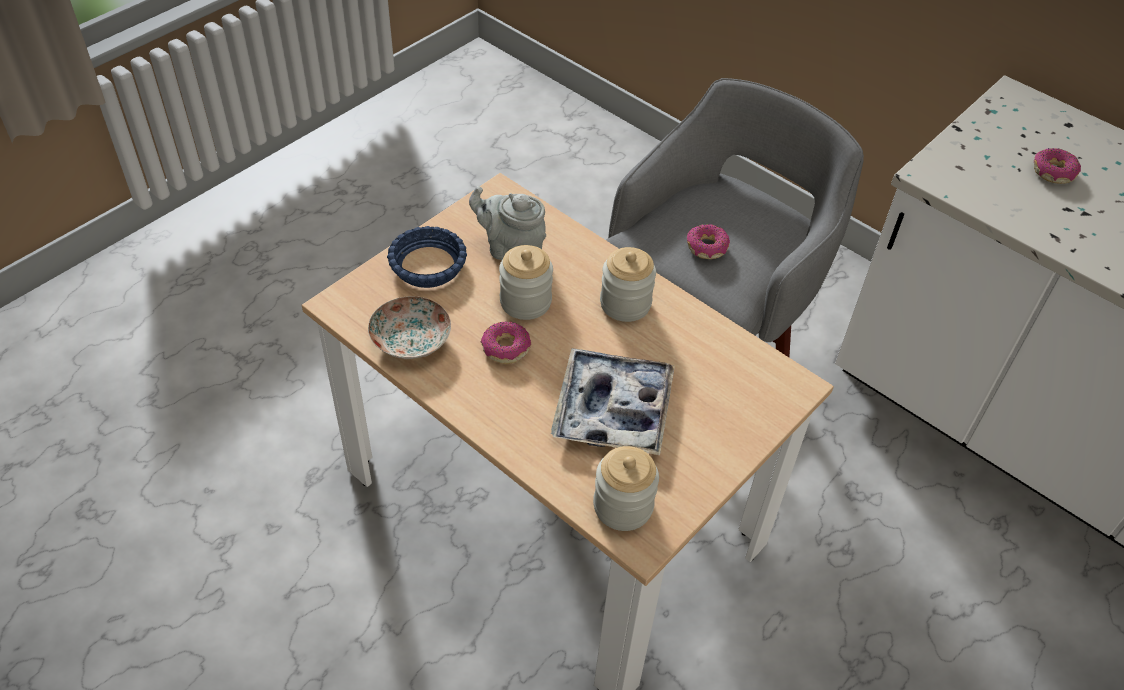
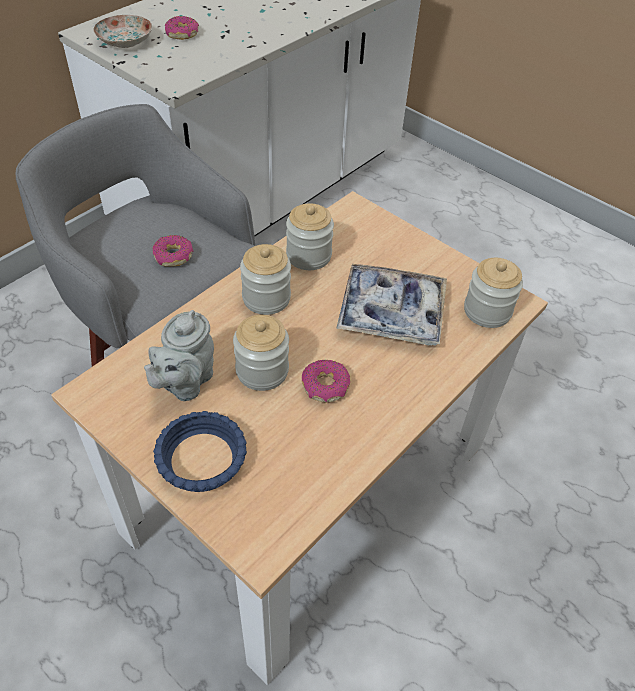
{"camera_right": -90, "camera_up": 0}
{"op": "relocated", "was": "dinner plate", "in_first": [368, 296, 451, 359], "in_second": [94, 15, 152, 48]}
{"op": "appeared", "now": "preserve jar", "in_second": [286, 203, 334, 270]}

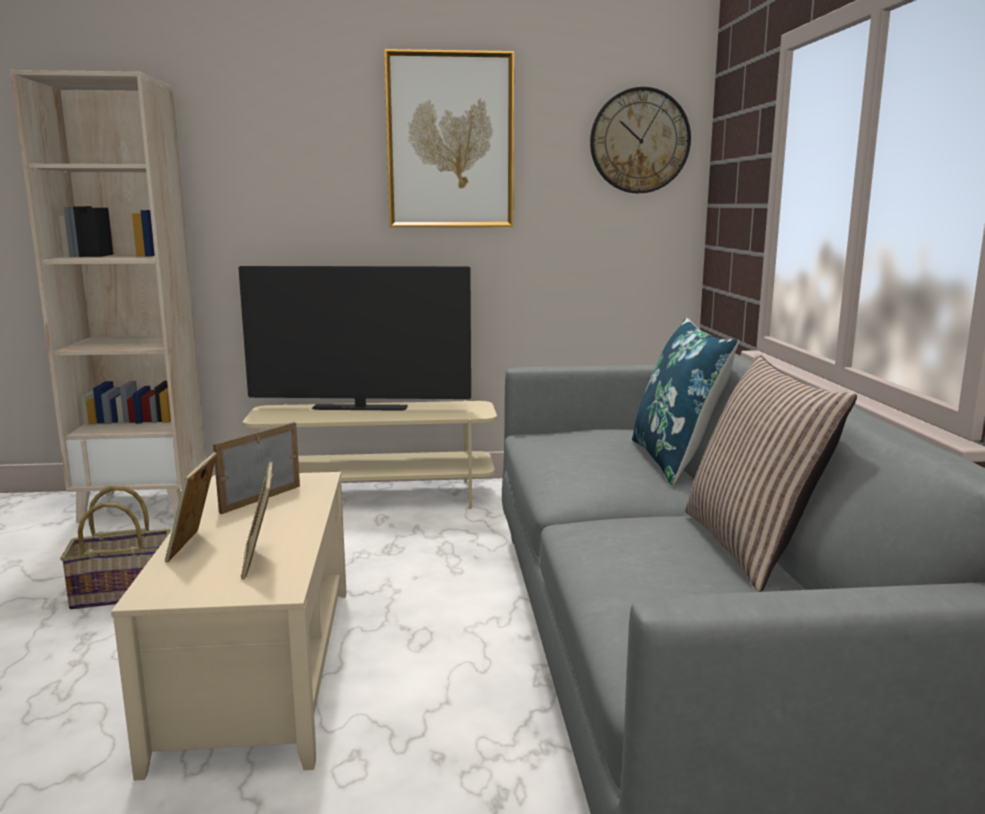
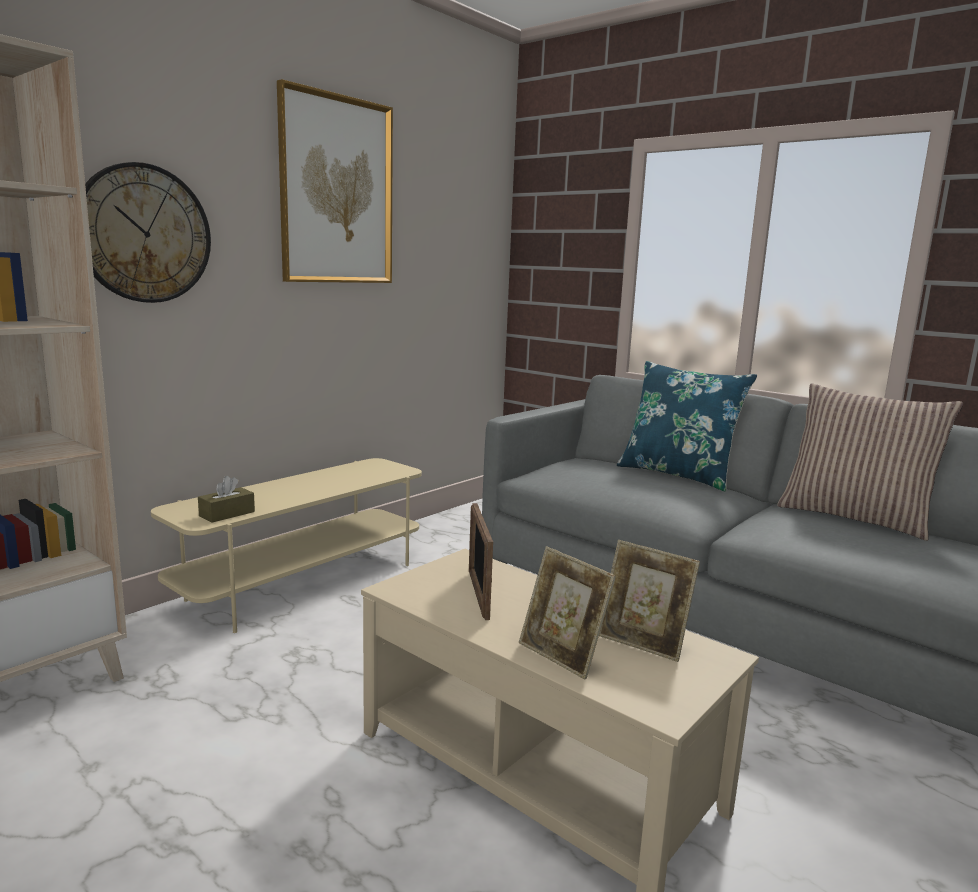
{"camera_right": -45, "camera_up": 0}
{"op": "relocated", "was": "hanging clock", "in_first": [590, 87, 691, 193], "in_second": [85, 162, 211, 303]}
{"op": "appeared", "now": "tissue box/brown", "in_second": [198, 476, 255, 523]}
{"op": "missing", "was": "basket", "in_first": [60, 486, 171, 609]}
{"op": "missing", "was": "TV set", "in_first": [238, 266, 471, 411]}

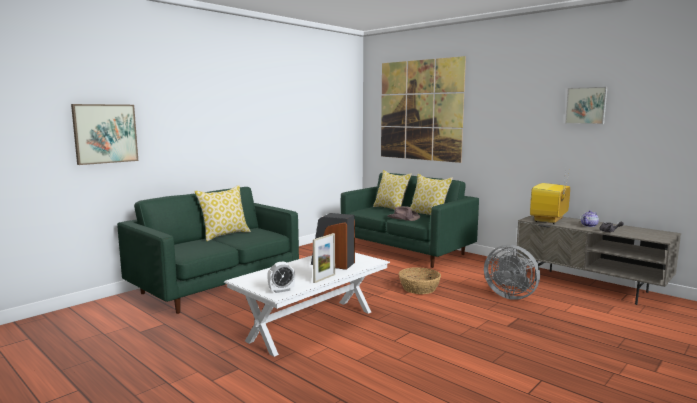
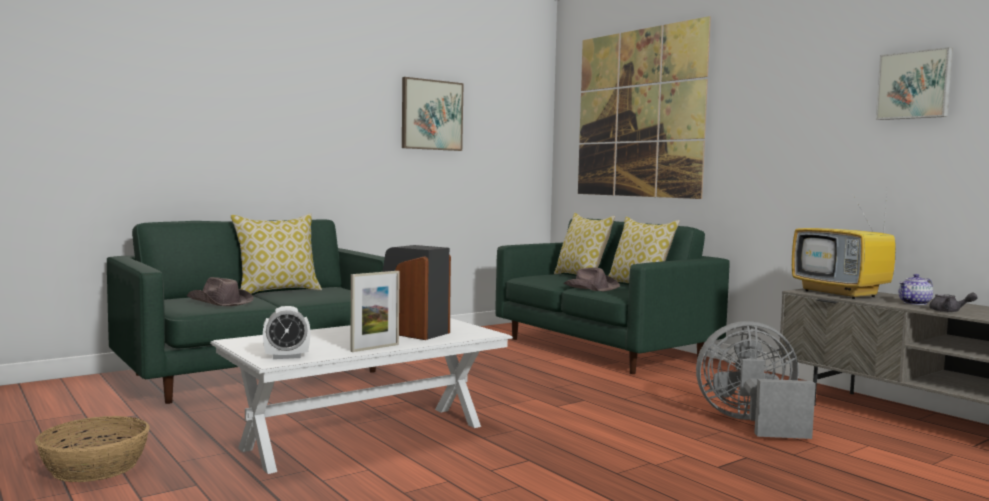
{"camera_right": 10, "camera_up": -5}
{"op": "relocated", "was": "basket", "in_first": [399, 267, 441, 294], "in_second": [35, 416, 150, 482]}
{"op": "appeared", "now": "wearable hat/brown", "in_second": [187, 277, 253, 306]}
{"op": "relocated", "was": "picture", "in_first": [71, 104, 138, 165], "in_second": [402, 77, 464, 151]}
{"op": "spun", "was": "electric fan/gray", "in_first": [484, 245, 540, 300], "in_second": [696, 321, 816, 439], "clockwise": 135}
{"op": "spun", "was": "TV set", "in_first": [530, 168, 570, 224], "in_second": [792, 192, 896, 299], "clockwise": -75}

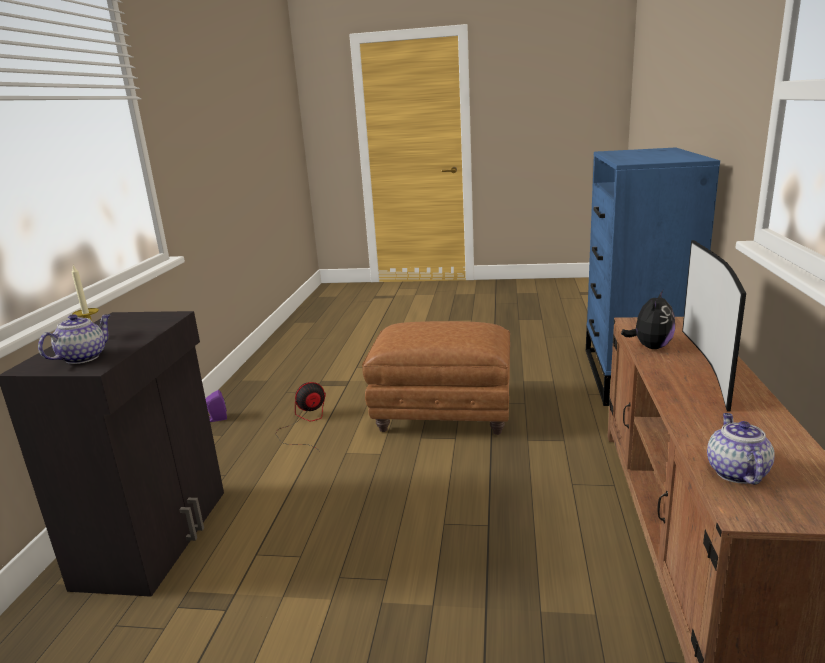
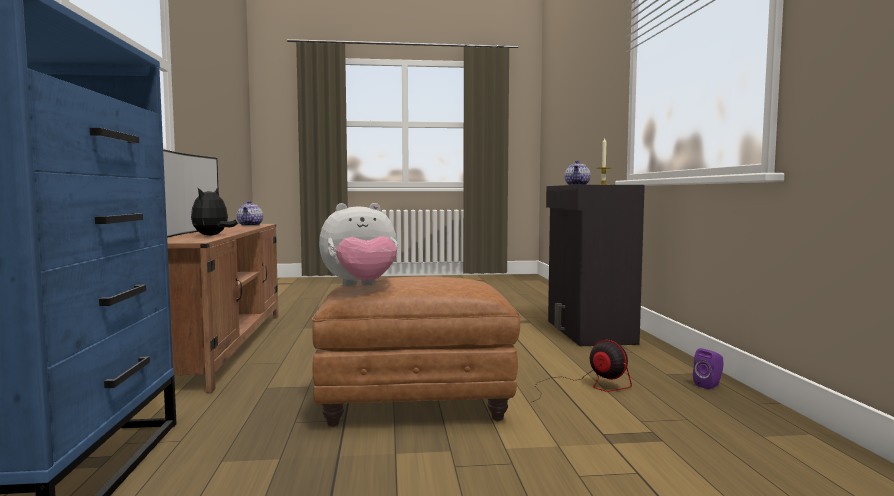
{"camera_right": 165, "camera_up": -15}
{"op": "appeared", "now": "cuddly toy", "in_second": [319, 203, 398, 286]}
{"op": "spun", "was": "electric fan", "in_first": [276, 382, 326, 452], "in_second": [530, 340, 632, 403], "clockwise": -90}

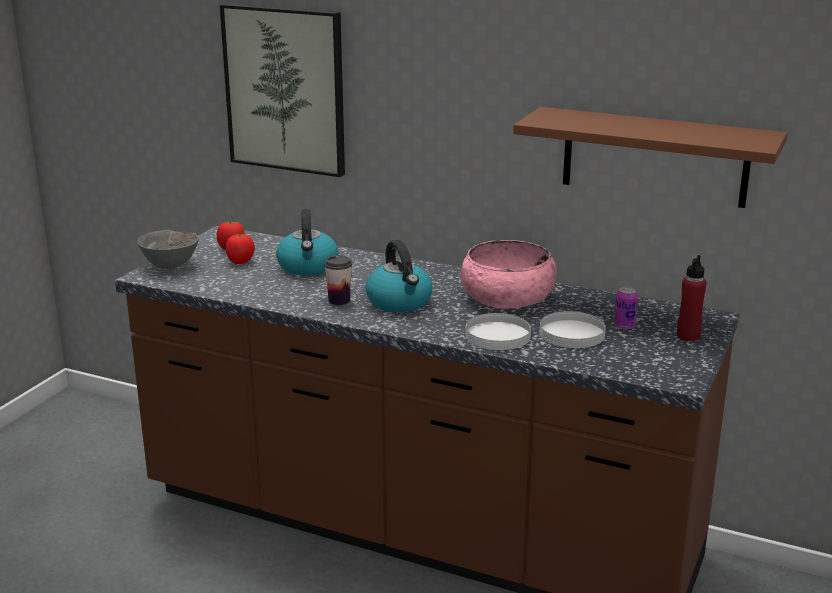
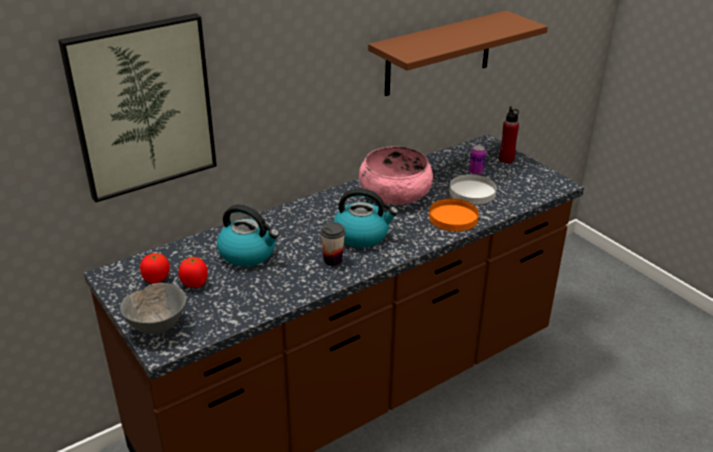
{"camera_right": -60, "camera_up": 10}
{"op": "colour", "was": "dinner plate/white-coloured", "now": "dinner plate/orange", "in_first": [465, 313, 531, 350], "in_second": [429, 199, 479, 231]}

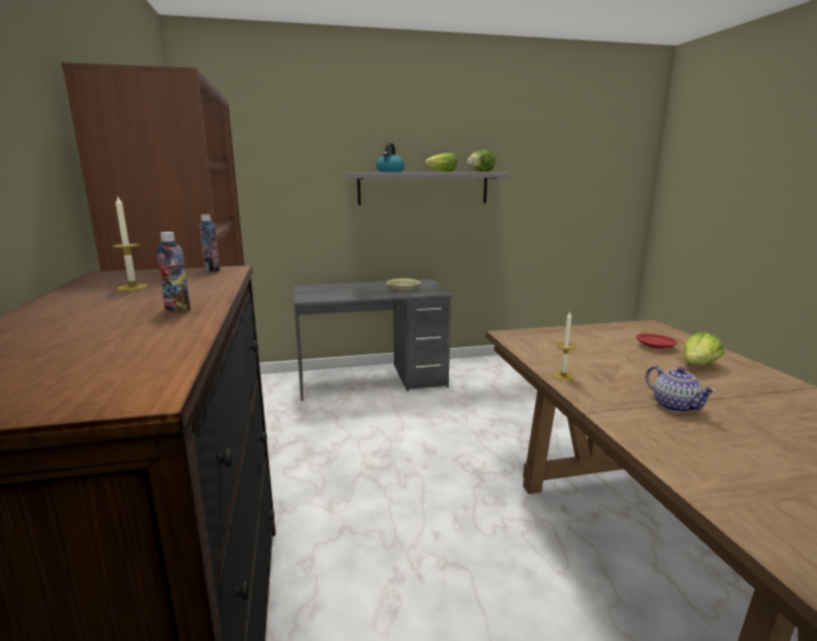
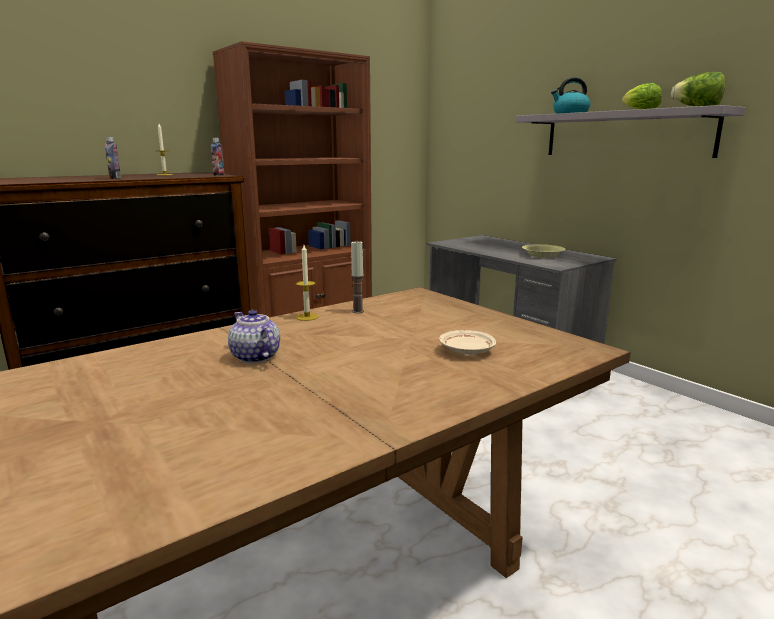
{"camera_right": 65, "camera_up": 0}
{"op": "spun", "was": "teapot", "in_first": [646, 366, 716, 413], "in_second": [228, 310, 280, 363], "clockwise": 105}
{"op": "appeared", "now": "candle", "in_second": [351, 240, 364, 313]}
{"op": "colour", "was": "dinner plate/red", "now": "dinner plate/beige", "in_first": [636, 333, 678, 349], "in_second": [439, 330, 496, 355]}
{"op": "missing", "was": "lettuce head", "in_first": [682, 332, 724, 366]}

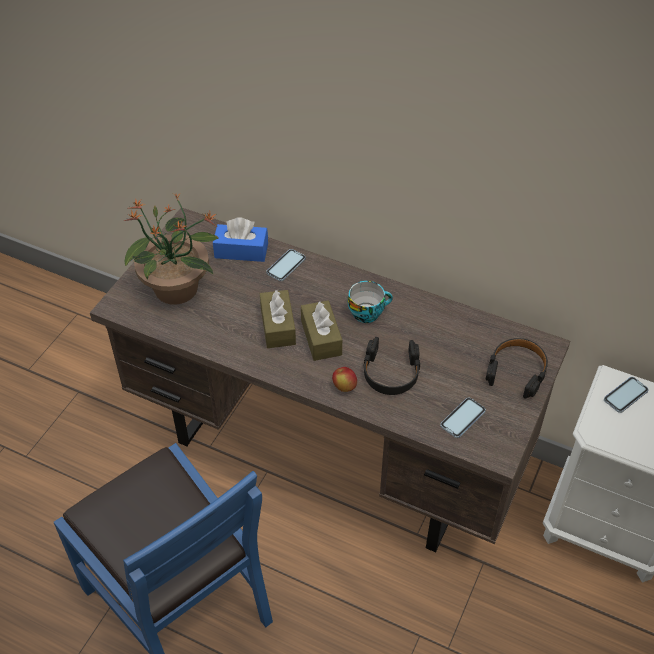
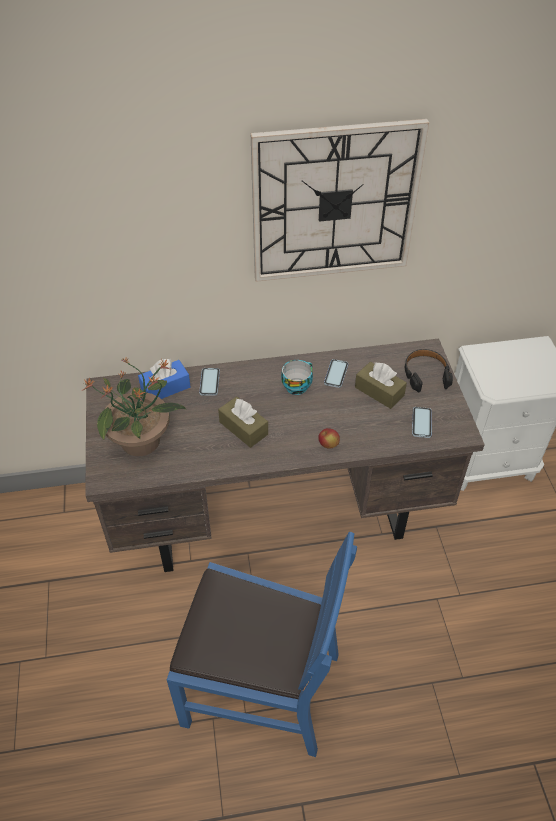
{"camera_right": -35, "camera_up": 0}
{"op": "appeared", "now": "hanging clock", "in_second": [250, 119, 429, 282]}
{"op": "relocated", "was": "telephone", "in_first": [604, 377, 649, 413], "in_second": [324, 359, 348, 388]}
{"op": "relocated", "was": "tissue box/brown", "in_first": [301, 300, 342, 361], "in_second": [355, 362, 407, 409]}
{"op": "missing", "was": "headset/black-coloured", "in_first": [363, 337, 420, 395]}

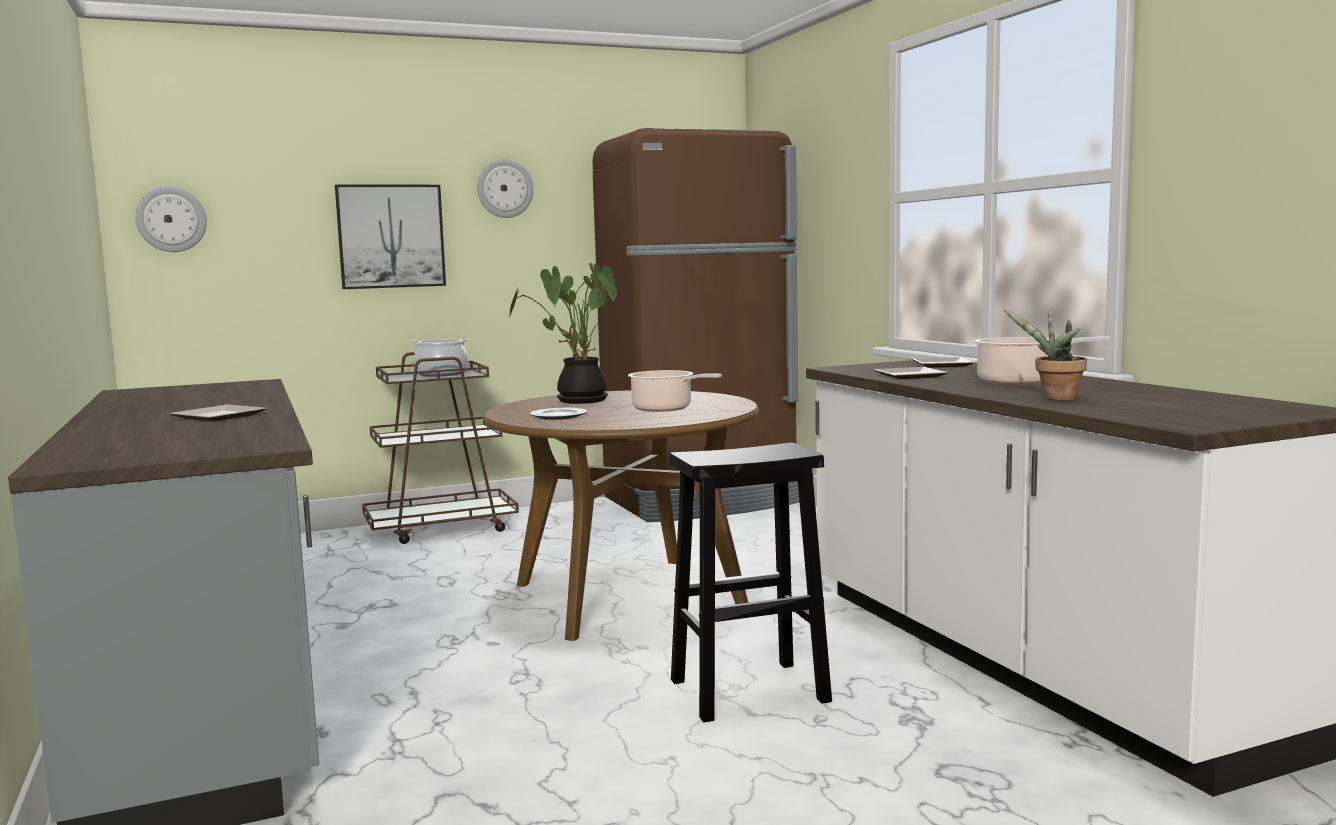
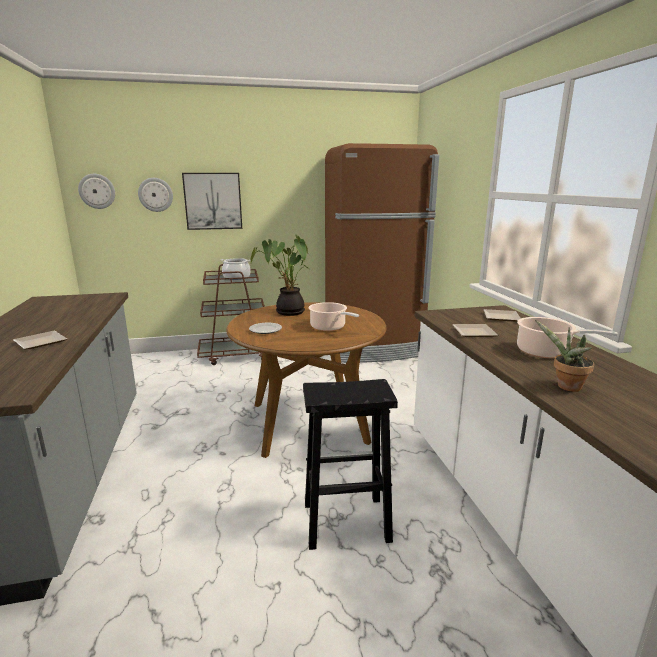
{"camera_right": 10, "camera_up": 10}
{"op": "relocated", "was": "hanging clock", "in_first": [477, 159, 534, 218], "in_second": [138, 178, 173, 212]}

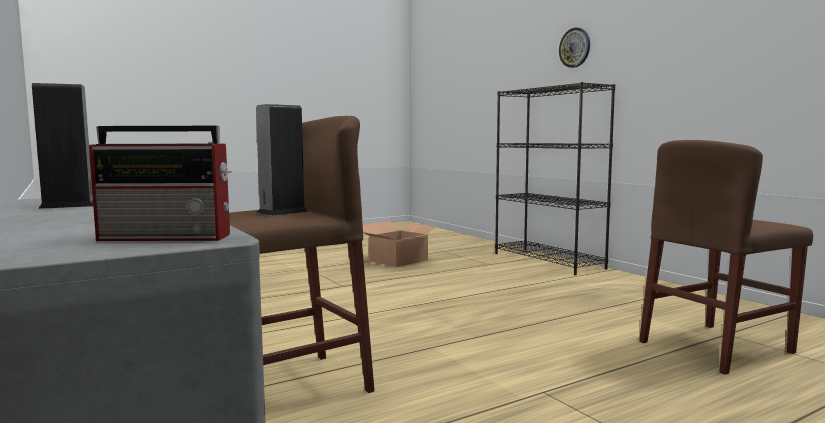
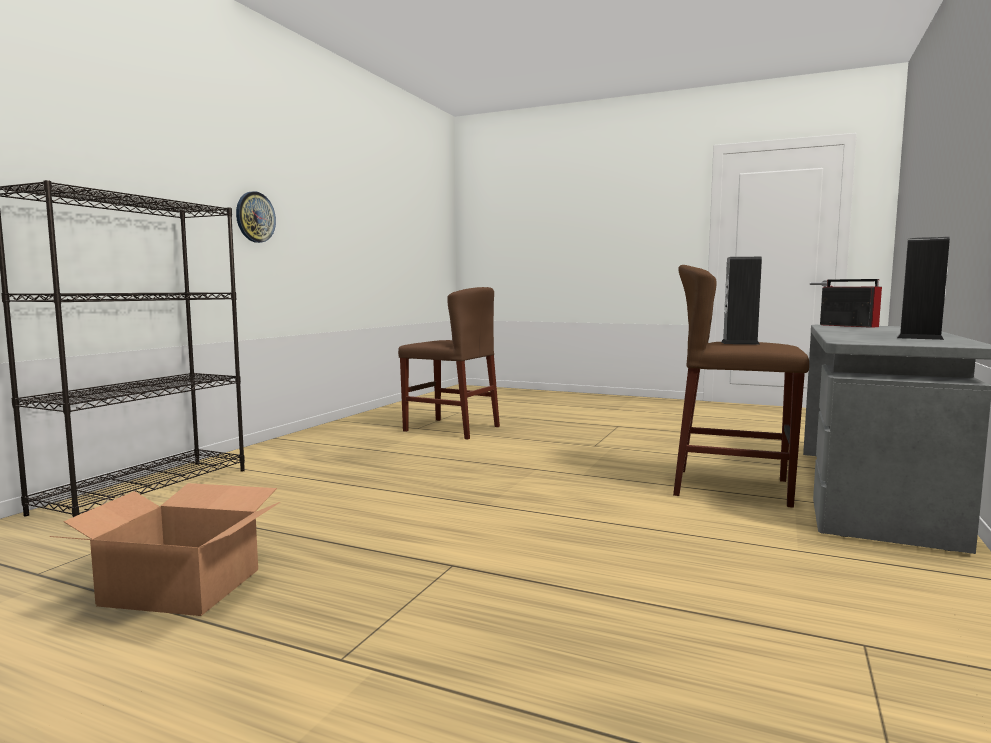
{"camera_right": -125, "camera_up": 0}
{"op": "relocated", "was": "hanging clock", "in_first": [559, 28, 590, 68], "in_second": [236, 191, 276, 243]}

